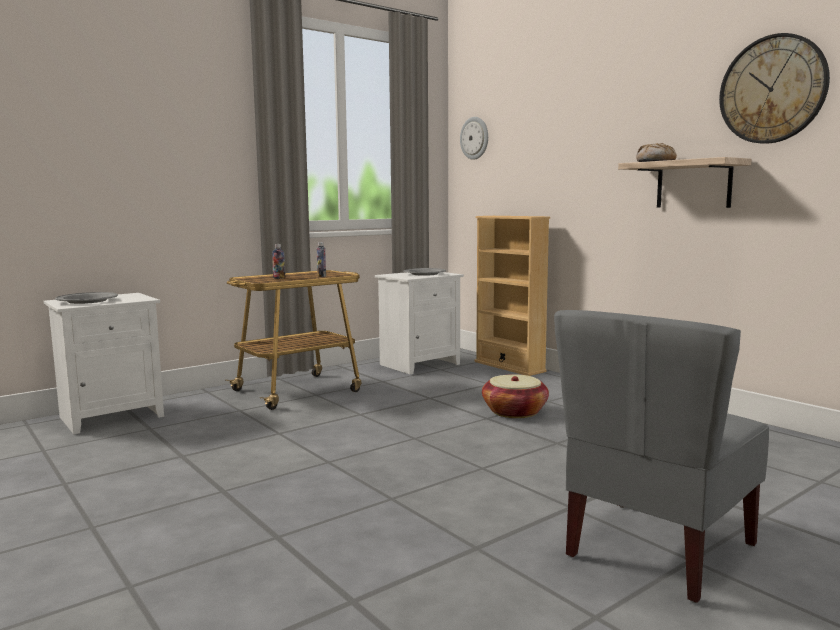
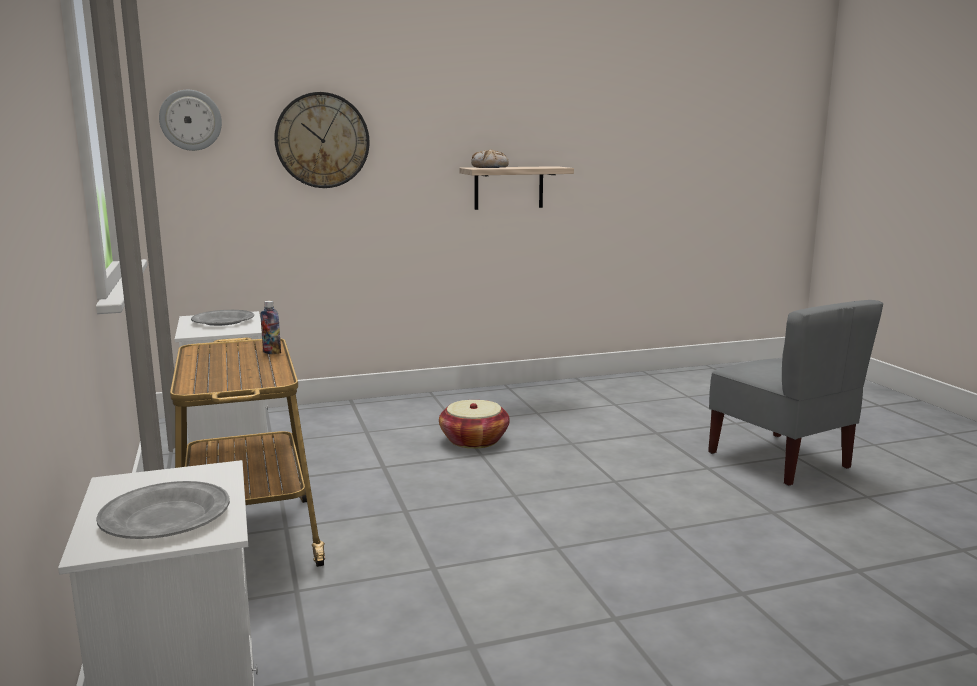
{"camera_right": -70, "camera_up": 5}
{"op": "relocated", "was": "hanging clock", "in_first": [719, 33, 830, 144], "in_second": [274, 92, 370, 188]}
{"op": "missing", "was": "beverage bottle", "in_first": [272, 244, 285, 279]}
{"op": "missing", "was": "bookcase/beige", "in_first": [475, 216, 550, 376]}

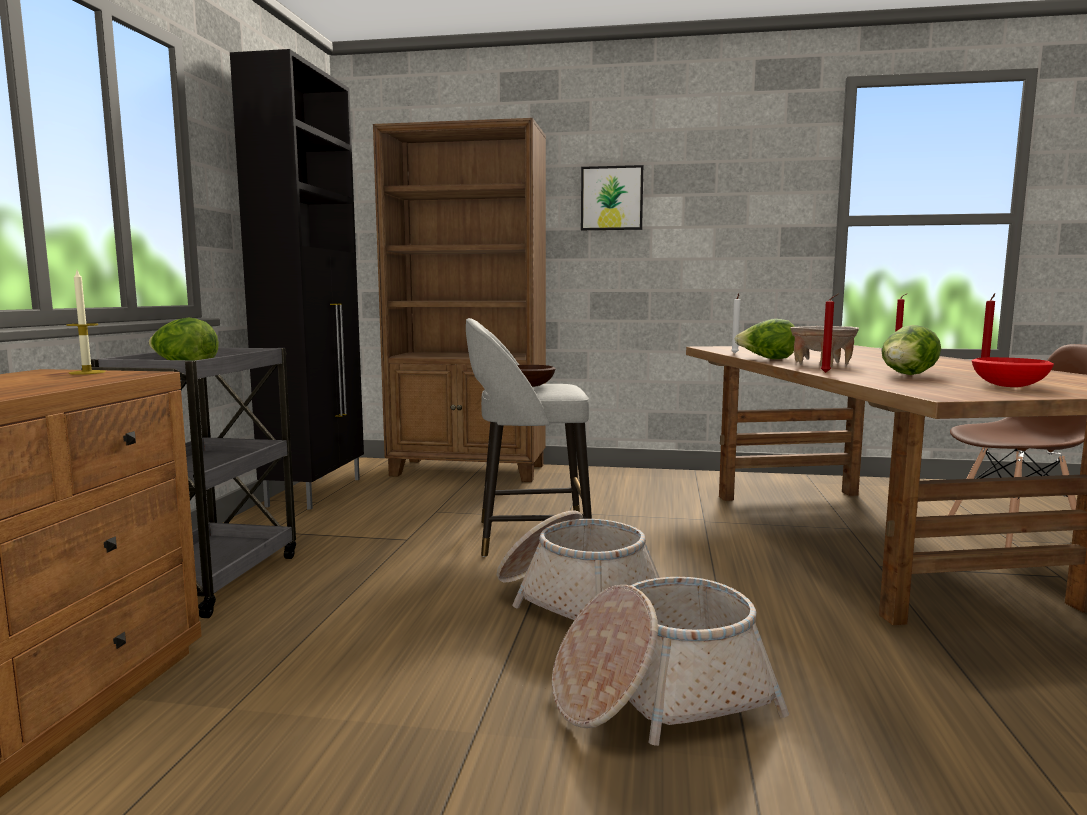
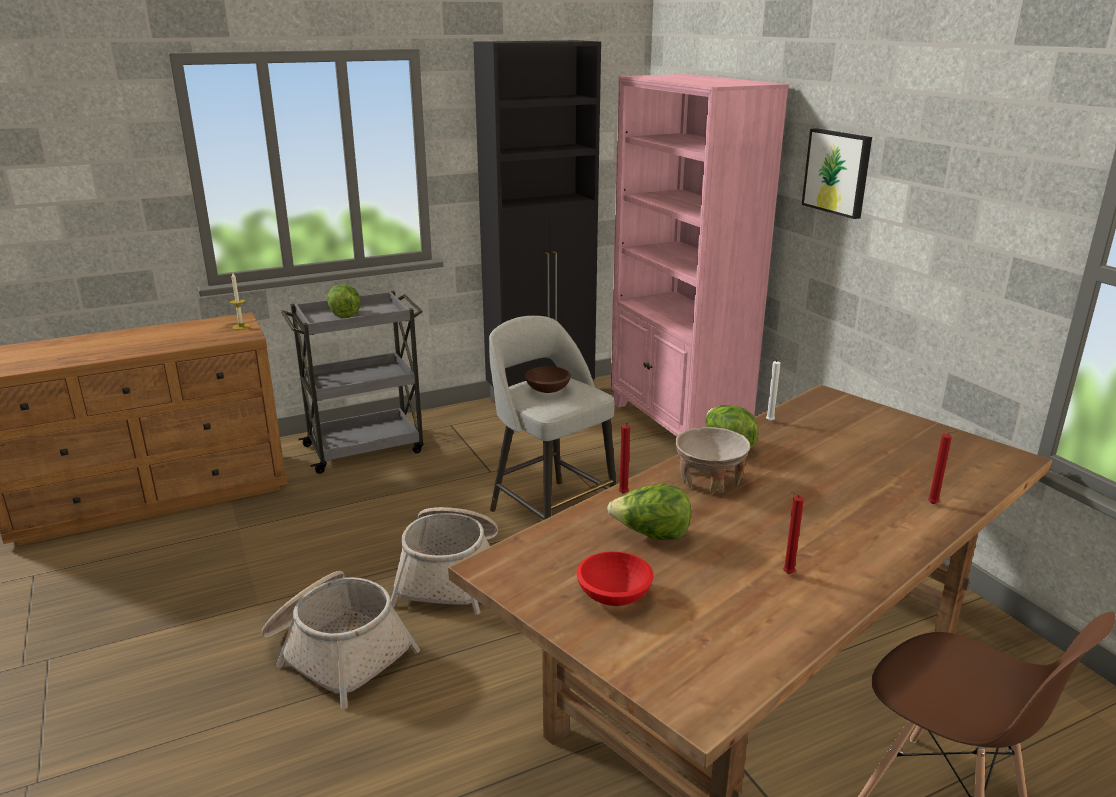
{"camera_right": 55, "camera_up": 15}
{"op": "colour", "was": "bookcase/brown", "now": "bookcase/pinkish", "in_first": [373, 118, 546, 482], "in_second": [610, 74, 789, 437]}

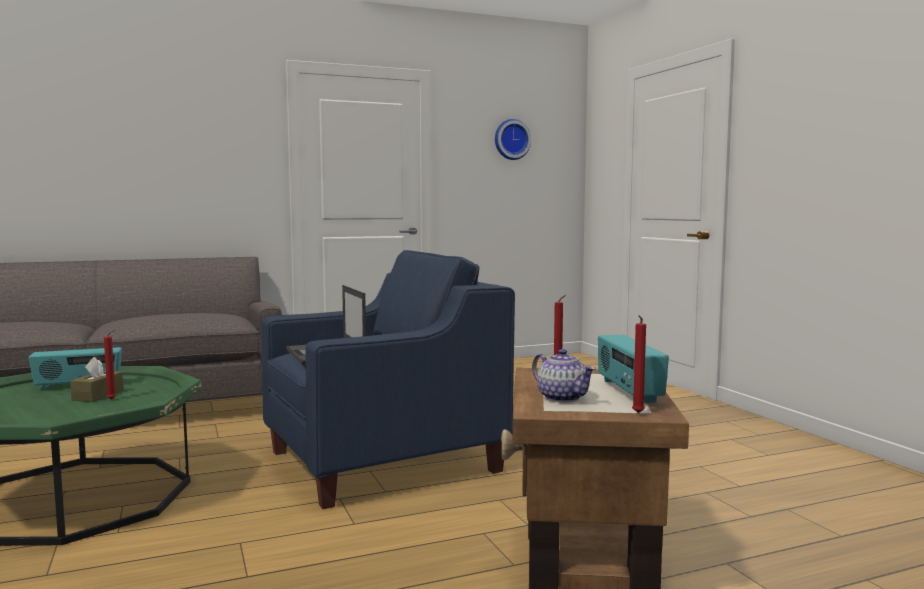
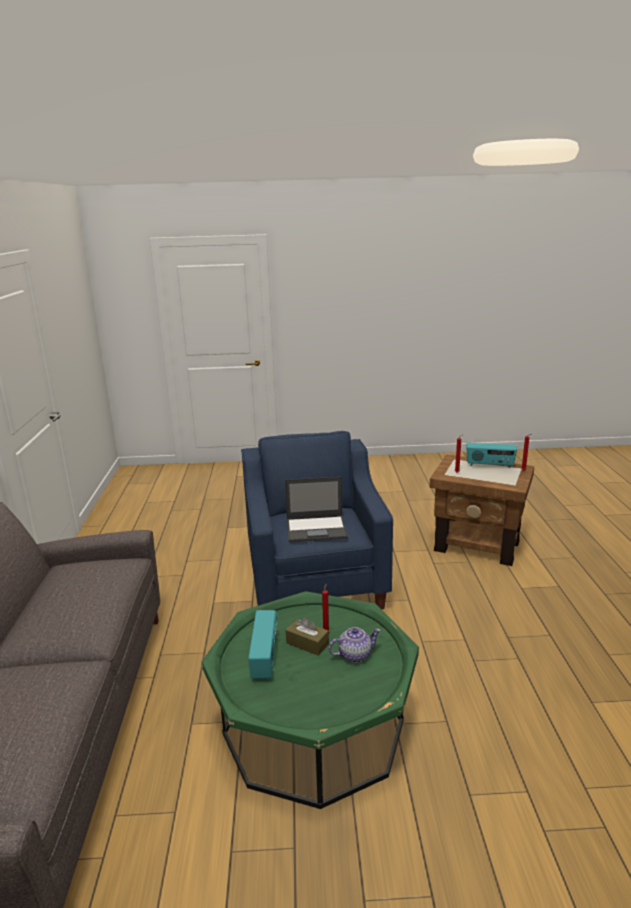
{"camera_right": -70, "camera_up": 15}
{"op": "relocated", "was": "teapot", "in_first": [532, 349, 596, 402], "in_second": [329, 627, 381, 663]}
{"op": "missing", "was": "hanging clock", "in_first": [495, 119, 531, 160]}

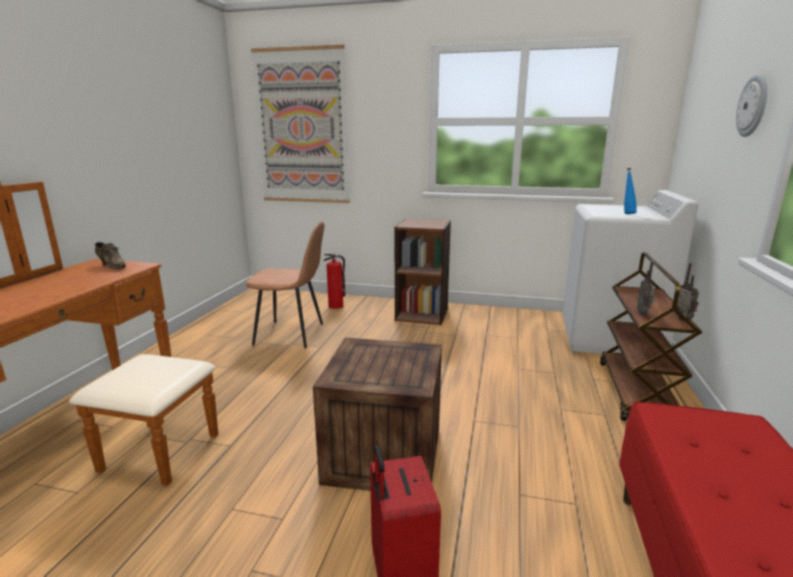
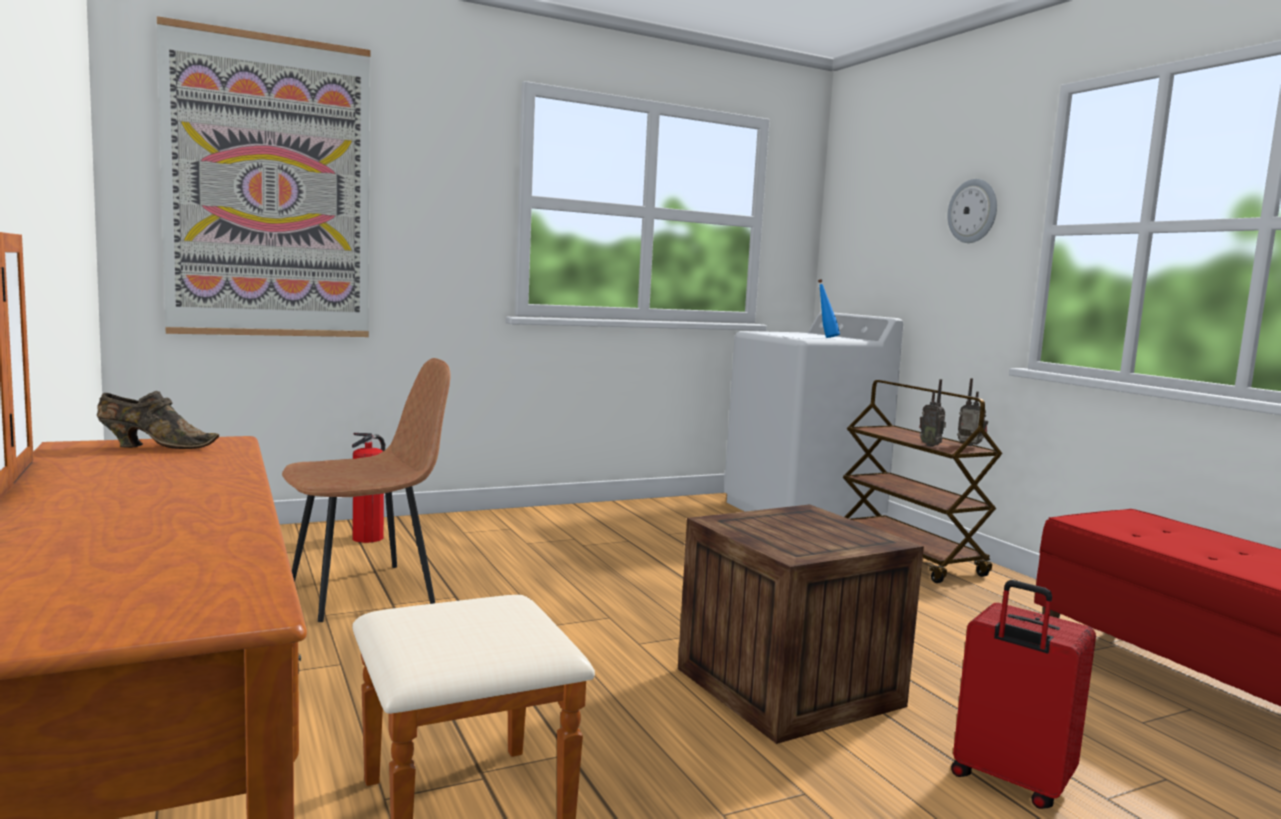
{"camera_right": -40, "camera_up": -10}
{"op": "missing", "was": "bookcase/brown", "in_first": [395, 219, 451, 325]}

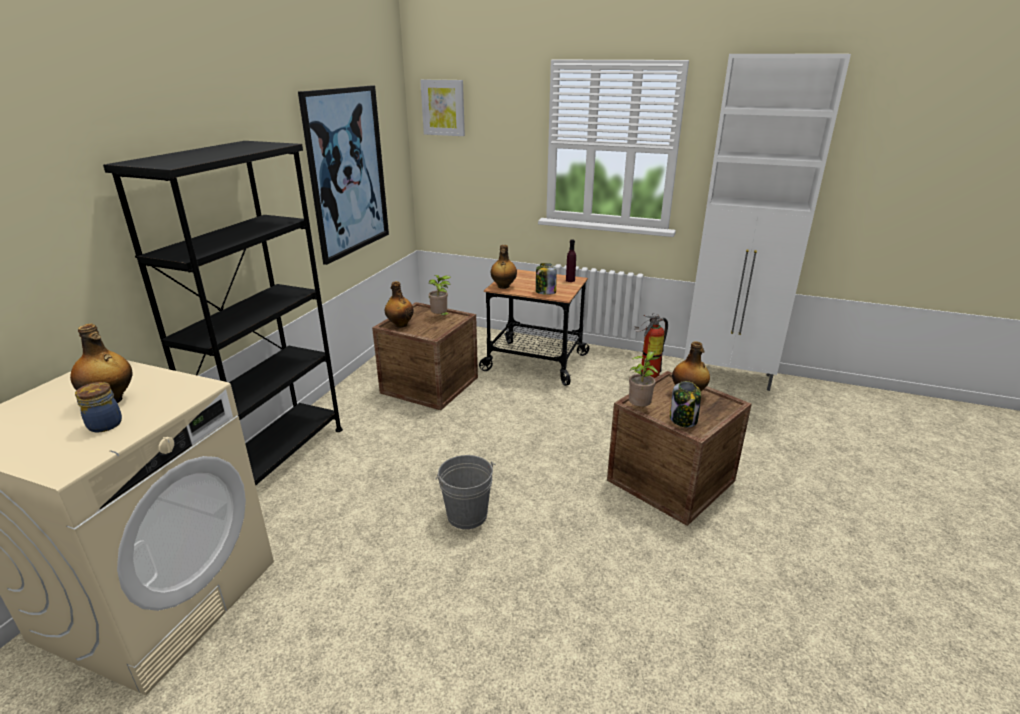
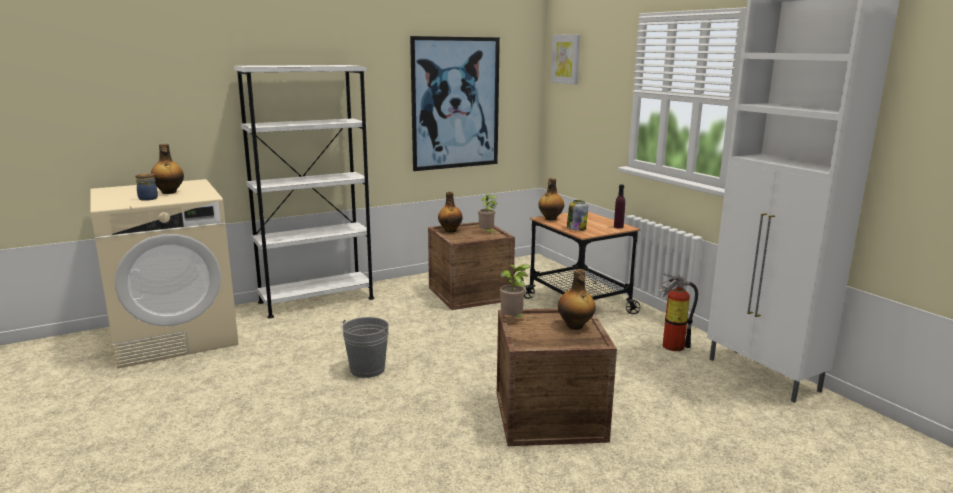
{"camera_right": 40, "camera_up": -10}
{"op": "colour", "was": "bookcase/black-coloured", "now": "bookcase/white-coloured", "in_first": [103, 141, 343, 486], "in_second": [234, 65, 374, 318]}
{"op": "missing", "was": "preserve jar", "in_first": [670, 381, 701, 427]}

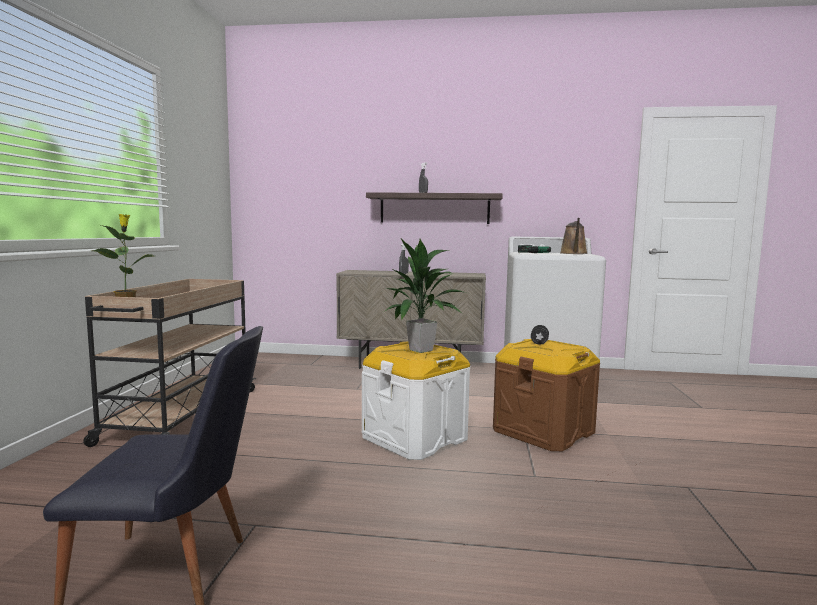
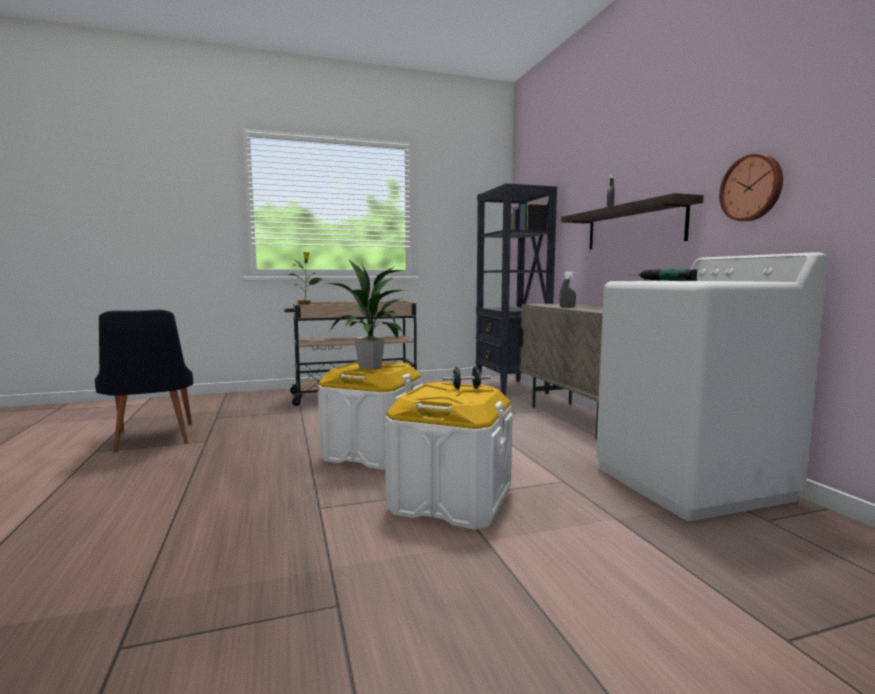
{"camera_right": 65, "camera_up": 0}
{"op": "colour", "was": "storage box/brown", "now": "storage box/white-coloured", "in_first": [493, 339, 600, 451], "in_second": [385, 382, 513, 530]}
{"op": "appeared", "now": "bookcase/black-coloured", "in_second": [475, 183, 557, 396]}
{"op": "appeared", "now": "hanging clock", "in_second": [719, 154, 783, 221]}
{"op": "missing", "was": "sprinkling can/brown", "in_first": [560, 218, 588, 254]}

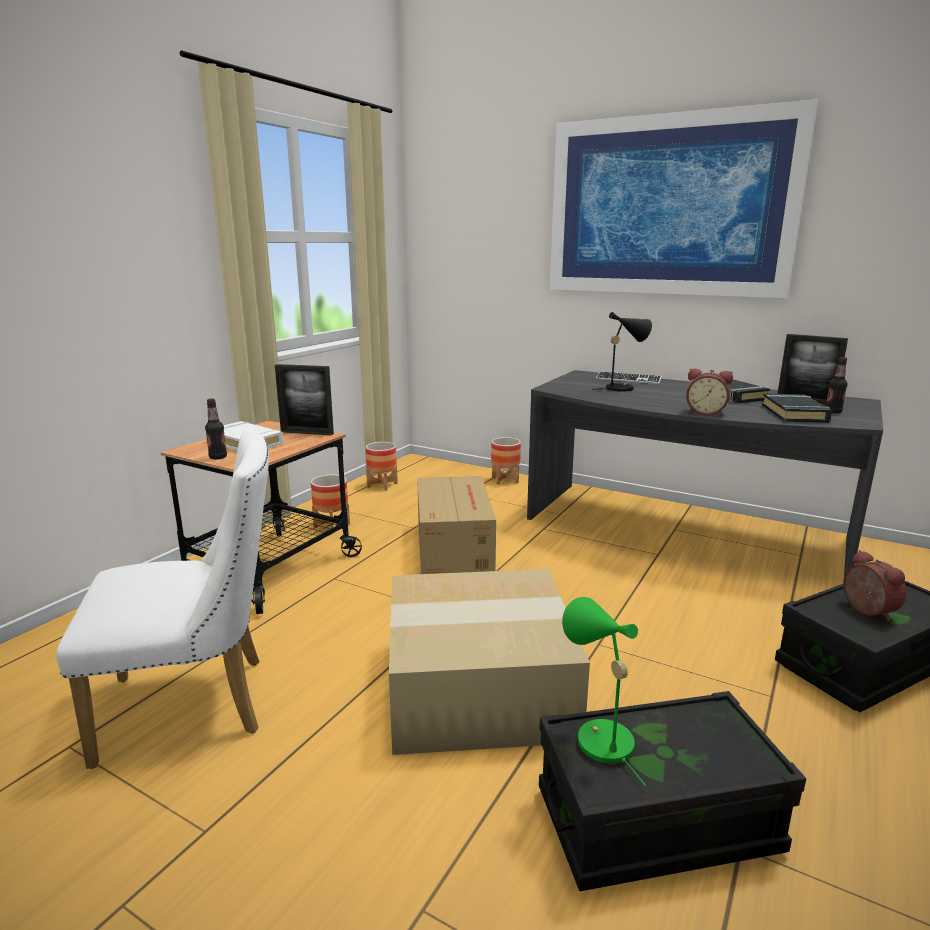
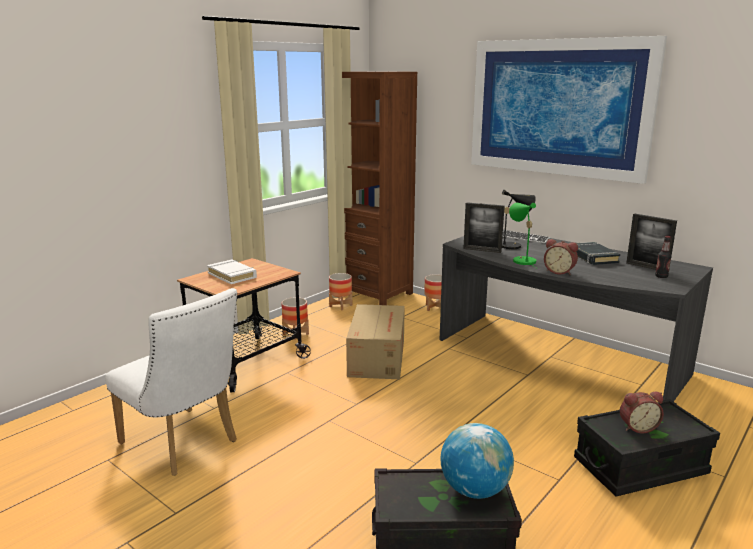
{"camera_right": 10, "camera_up": 0}
{"op": "spun", "was": "plain chair/white-coloured", "in_first": [56, 429, 269, 769], "in_second": [105, 288, 237, 476], "clockwise": 45}
{"op": "appeared", "now": "bookcase/brown", "in_second": [342, 71, 417, 305]}
{"op": "appeared", "now": "globe", "in_second": [441, 423, 514, 499]}
{"op": "relocated", "was": "standing frame", "in_first": [275, 364, 334, 435], "in_second": [463, 202, 505, 253]}
{"op": "relocated", "was": "tabletop lamp/green", "in_first": [562, 597, 646, 786], "in_second": [509, 203, 536, 268]}
{"op": "spun", "was": "bedside clock", "in_first": [843, 550, 906, 621], "in_second": [620, 392, 664, 433], "clockwise": 90}
{"op": "missing", "was": "beverage bottle", "in_first": [205, 399, 227, 459]}
{"op": "missing", "was": "packing box", "in_first": [389, 569, 590, 755]}
{"op": "missing", "was": "book/black-coloured", "in_first": [762, 394, 832, 423]}

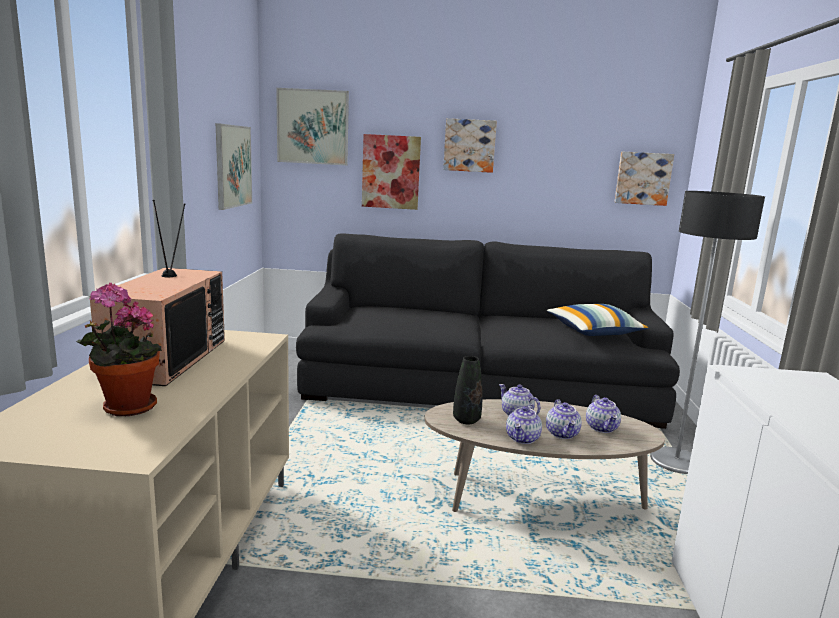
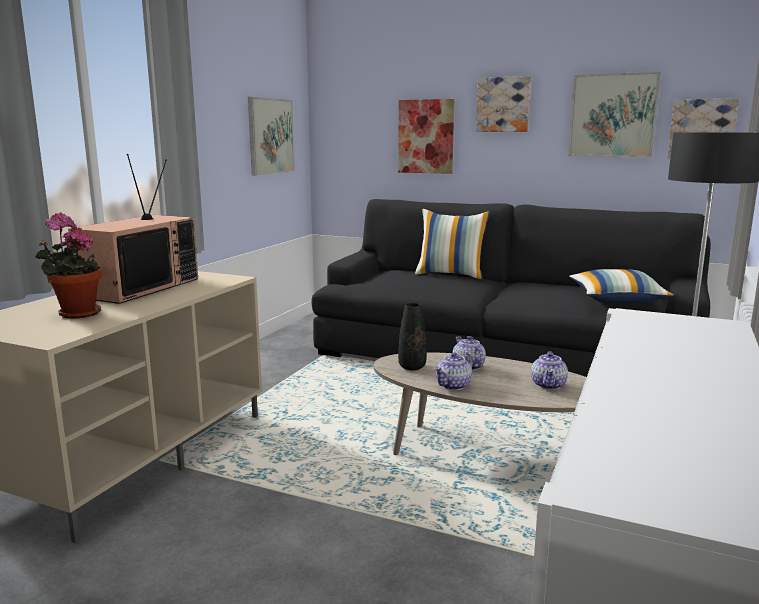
{"camera_right": 20, "camera_up": 0}
{"op": "appeared", "now": "pillow", "in_second": [415, 209, 490, 279]}
{"op": "relocated", "was": "picture", "in_first": [276, 88, 349, 166], "in_second": [568, 72, 661, 157]}
{"op": "missing", "was": "teapot", "in_first": [546, 399, 582, 439]}

